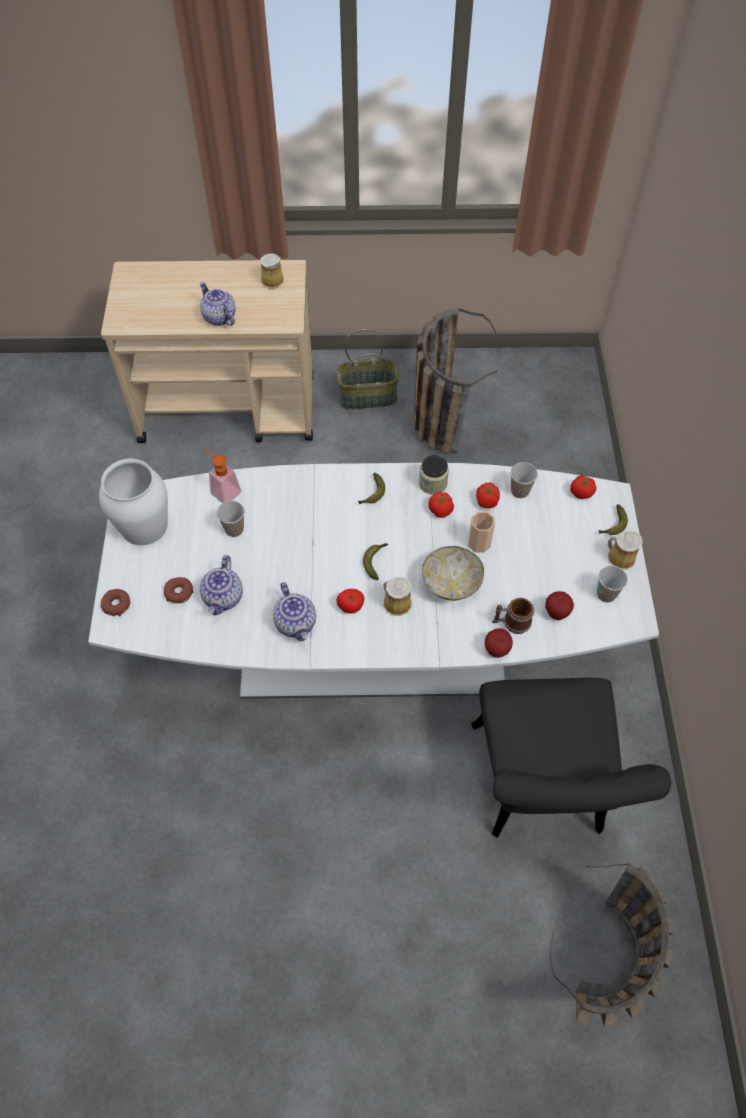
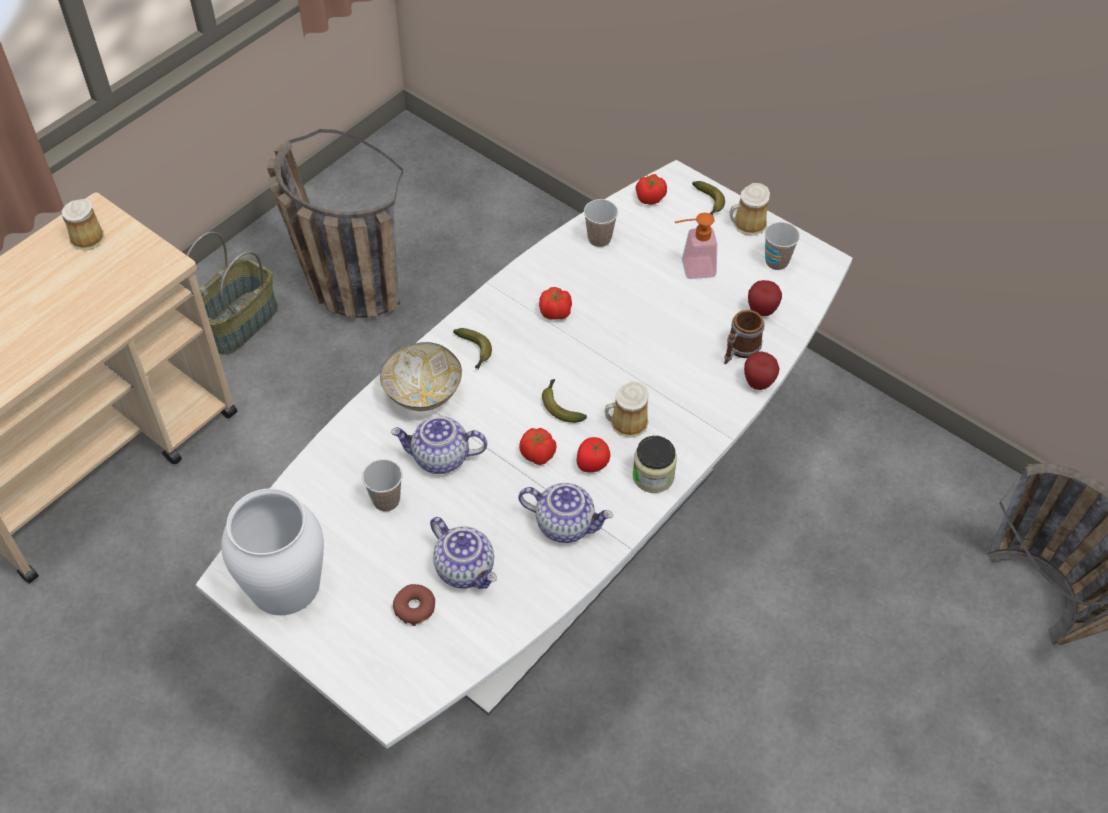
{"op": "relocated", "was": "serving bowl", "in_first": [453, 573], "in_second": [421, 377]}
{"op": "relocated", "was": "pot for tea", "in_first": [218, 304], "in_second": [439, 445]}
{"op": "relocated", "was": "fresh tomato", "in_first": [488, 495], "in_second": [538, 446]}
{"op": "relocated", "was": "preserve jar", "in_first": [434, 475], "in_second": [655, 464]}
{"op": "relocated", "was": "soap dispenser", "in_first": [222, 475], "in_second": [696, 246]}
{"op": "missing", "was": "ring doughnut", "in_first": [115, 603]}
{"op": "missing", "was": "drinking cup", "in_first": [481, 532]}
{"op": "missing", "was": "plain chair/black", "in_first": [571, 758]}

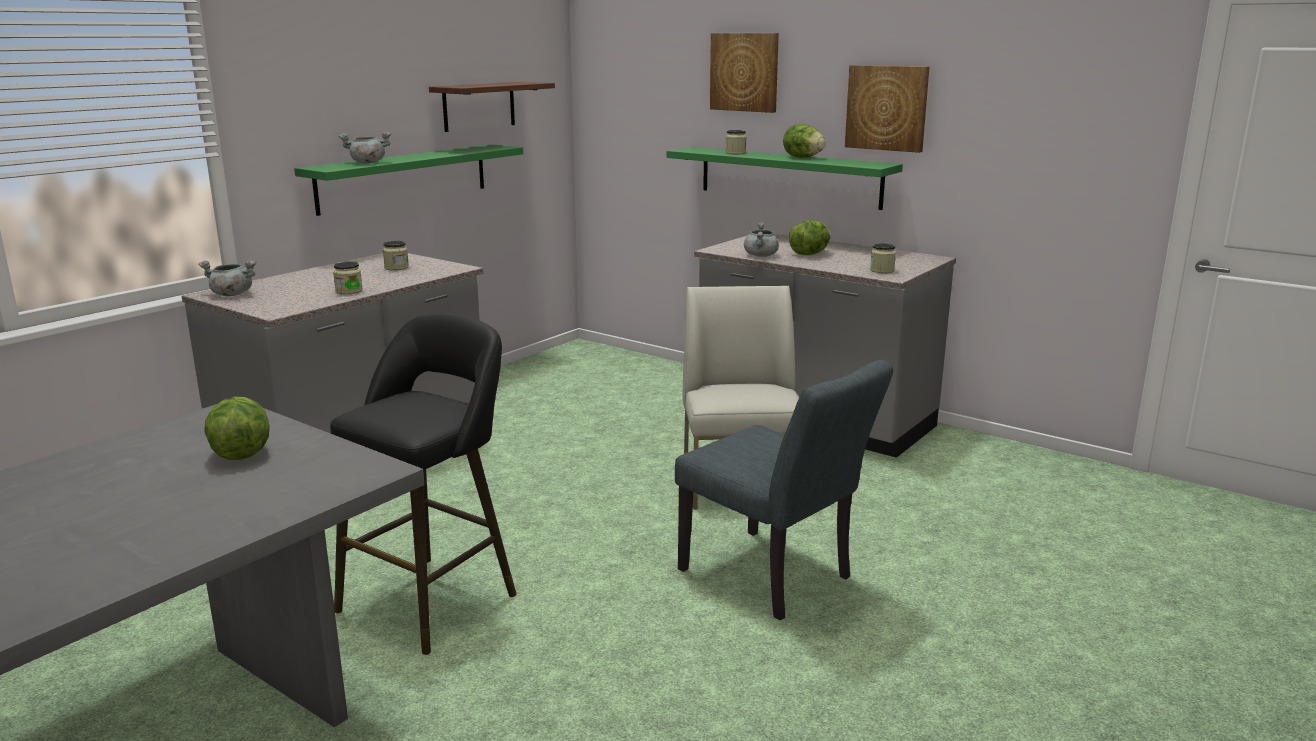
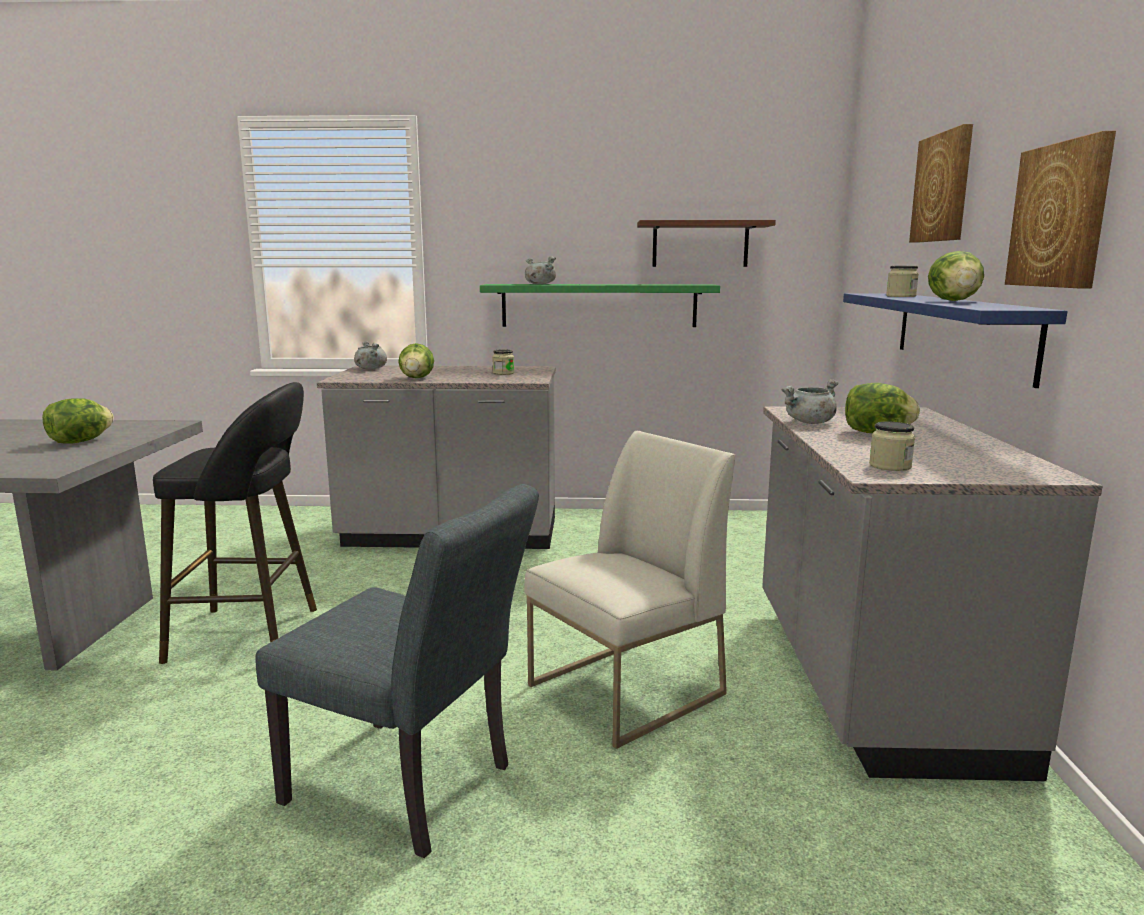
{"op": "spun", "was": "plain chair/grey", "in_first": [784, 490], "in_second": [397, 671], "clockwise": -75}
{"op": "exchanged", "was": "preserve jar", "now": "lettuce", "in_first": [348, 278], "in_second": [416, 360]}
{"op": "colour", "was": "shelf/greenish", "now": "shelf/blue", "in_first": [784, 178], "in_second": [955, 340]}

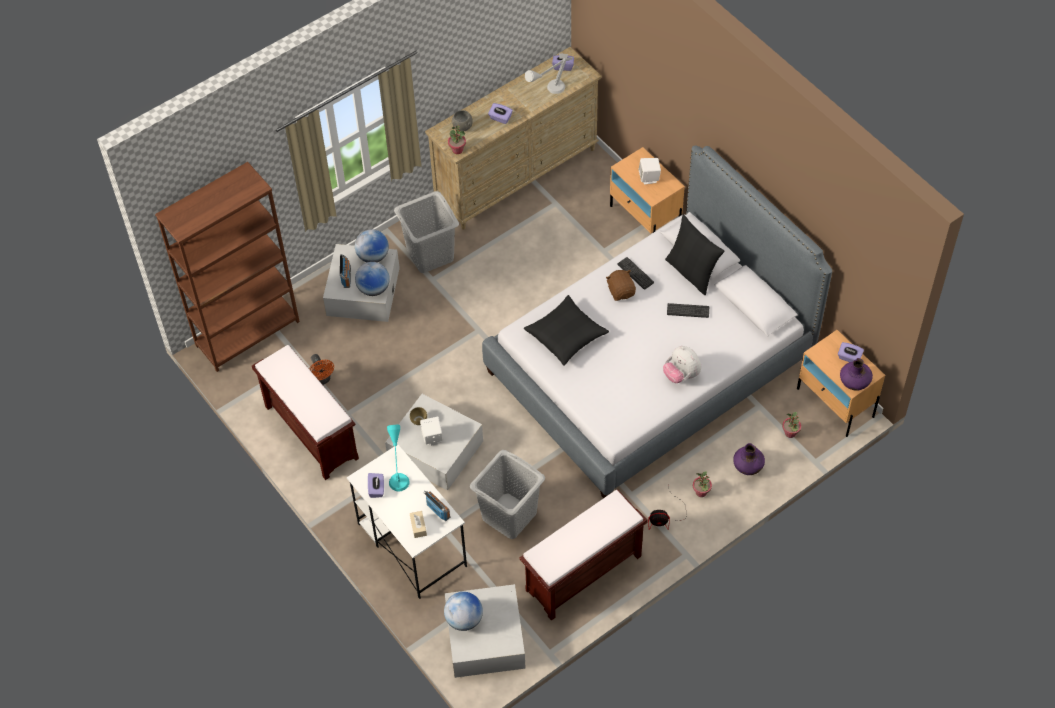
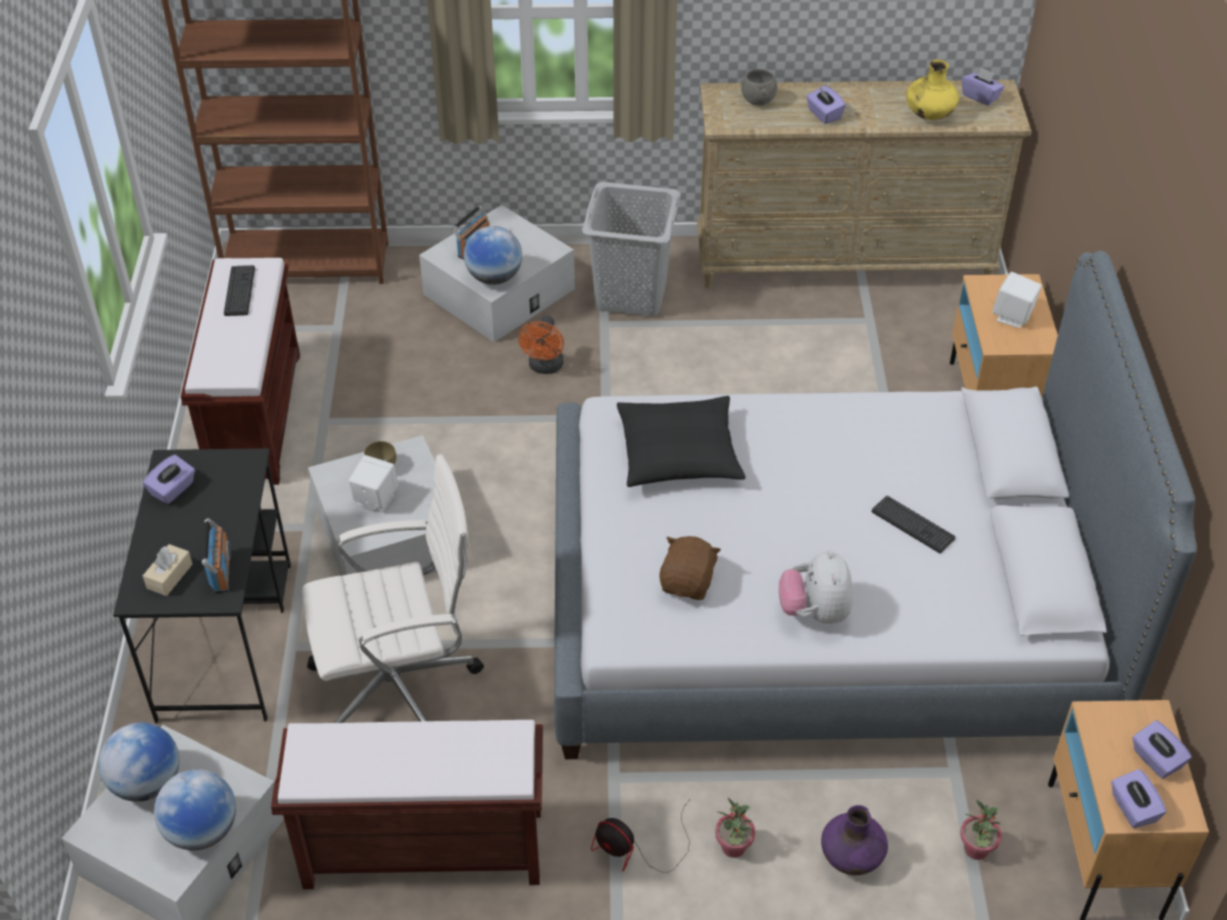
{"op": "colour", "was": "desk table/white-coloured", "now": "desk table/black", "in_first": [407, 521], "in_second": [202, 585]}
{"op": "relocated", "was": "desk globe", "in_first": [372, 246], "in_second": [195, 809]}
{"op": "relocated", "was": "PC keyboard", "in_first": [635, 273], "in_second": [239, 290]}
{"op": "exchanged", "was": "washing basket/grey", "now": "desk chair/white-coloured", "in_first": [507, 494], "in_second": [393, 588]}
{"op": "relocated", "was": "cooling fan/orange-coloured", "in_first": [321, 369], "in_second": [541, 345]}
{"op": "relocated", "was": "plush toy/brown-coloured", "in_first": [621, 285], "in_second": [690, 568]}
{"op": "exchanged", "was": "tabletop lamp/grey", "now": "flower vase/yellowish", "in_first": [549, 75], "in_second": [932, 89]}
{"op": "exchanged", "was": "flower vase/purple", "now": "tissue holder/purple", "in_first": [856, 374], "in_second": [1139, 798]}
{"op": "missing", "was": "tabletop lamp/turquoise-coloured", "in_first": [398, 457]}
{"op": "missing", "was": "plant in a pot", "in_first": [457, 139]}
{"op": "missing", "was": "pillow/black", "in_first": [694, 255]}

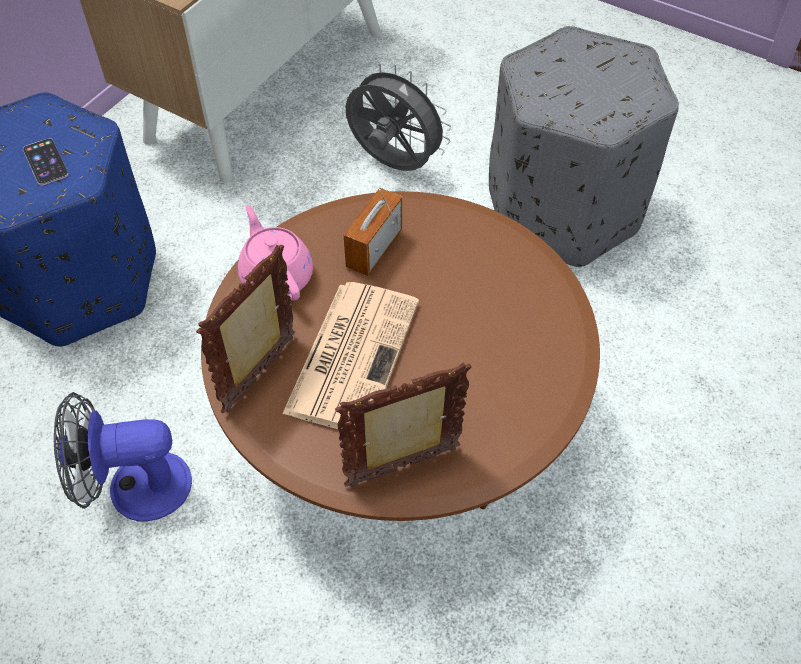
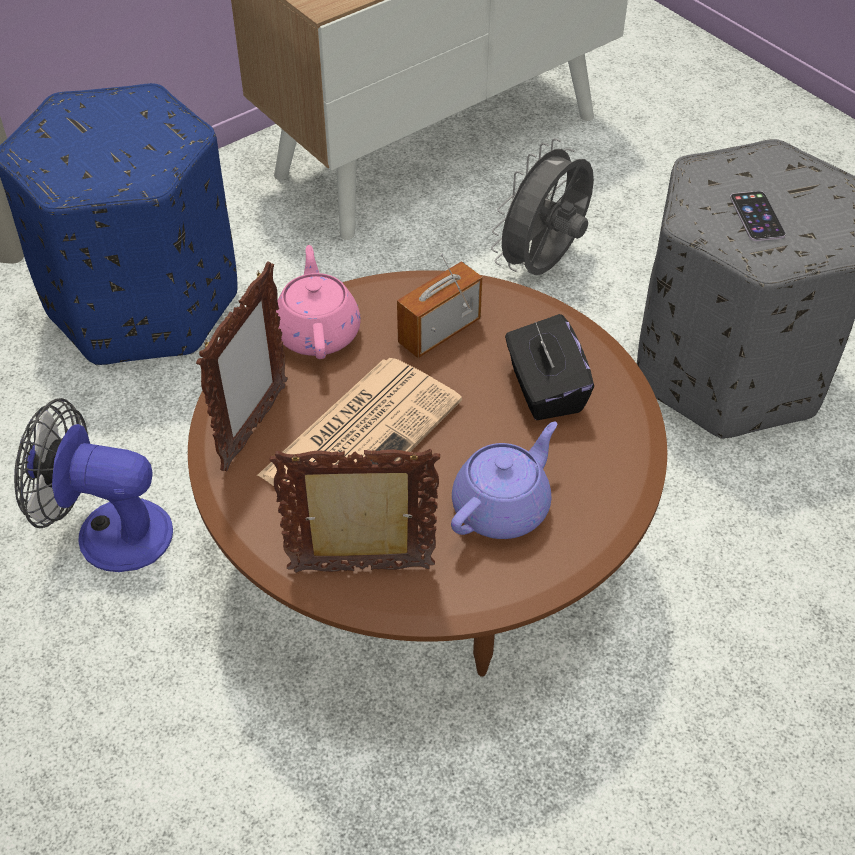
{"op": "spun", "was": "photo frame", "in_first": [245, 329], "in_second": [242, 366], "clockwise": 150}
{"op": "appeared", "now": "pot for tea/purple", "in_second": [504, 480]}
{"op": "spun", "was": "cooling fan/grey", "in_first": [398, 117], "in_second": [542, 206], "clockwise": -105}
{"op": "appeared", "now": "tissue holder/black", "in_second": [549, 367]}
{"op": "relocated", "was": "phone", "in_first": [46, 161], "in_second": [758, 216]}

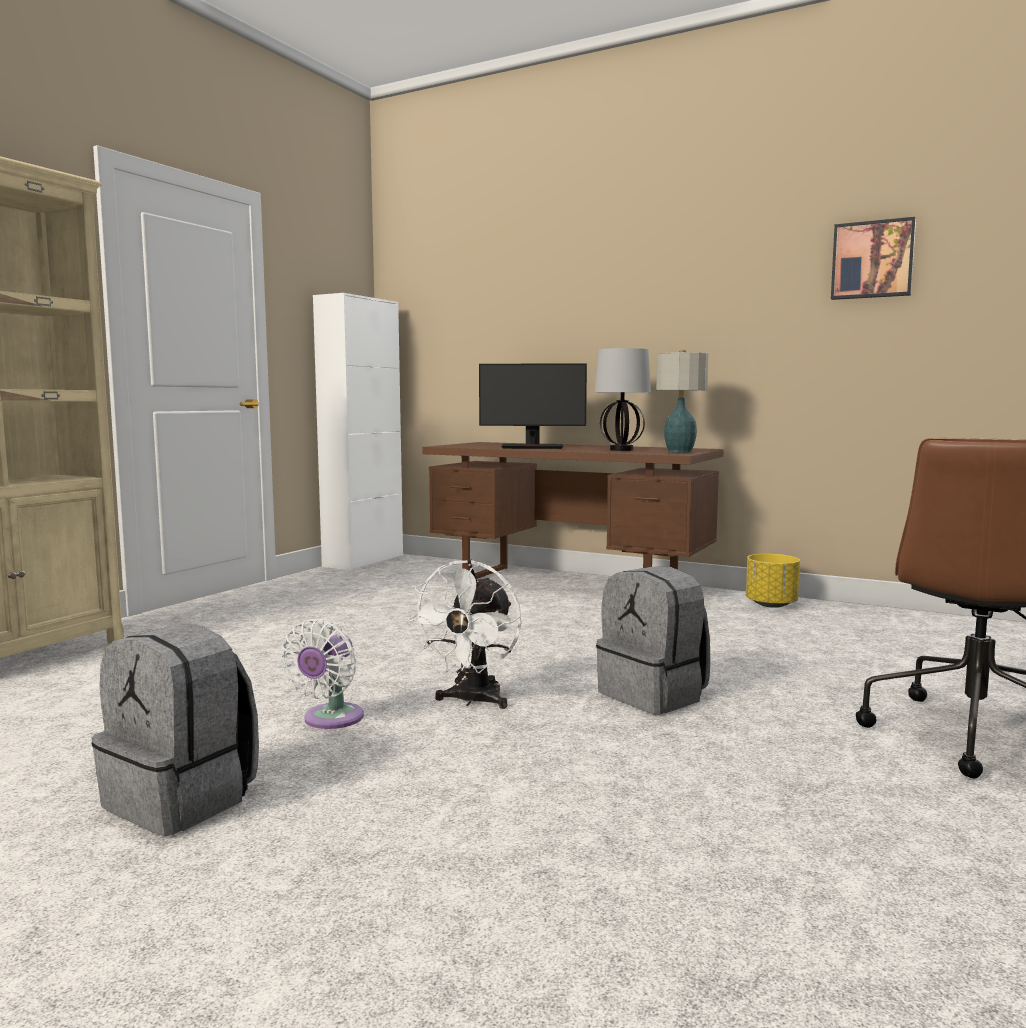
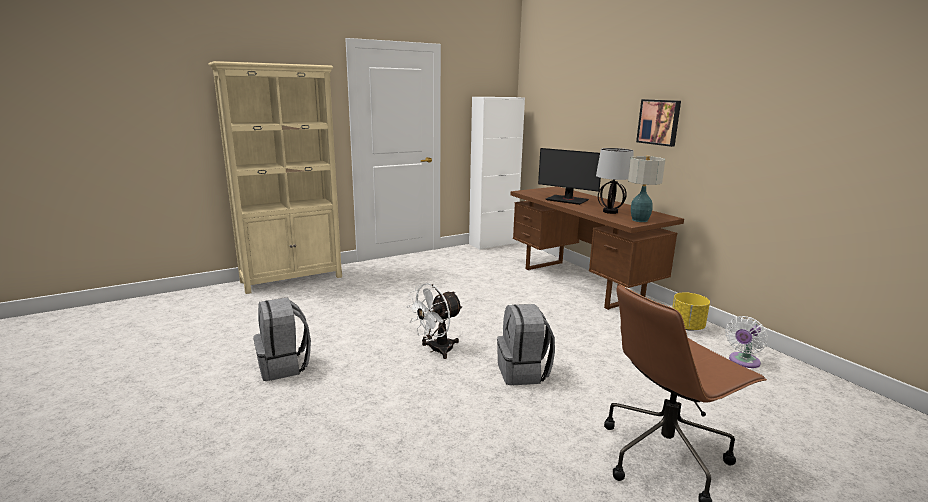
{"op": "relocated", "was": "picture", "in_first": [873, 258], "in_second": [658, 123]}
{"op": "relocated", "was": "cooling fan/white-coloured", "in_first": [322, 674], "in_second": [746, 342]}

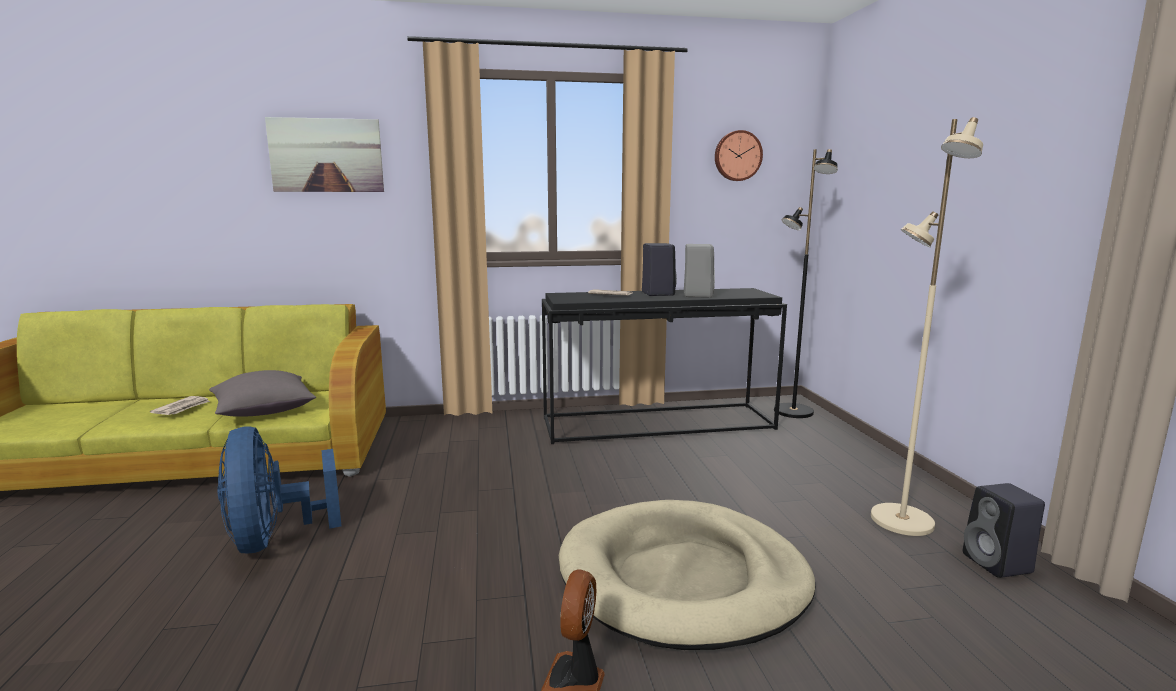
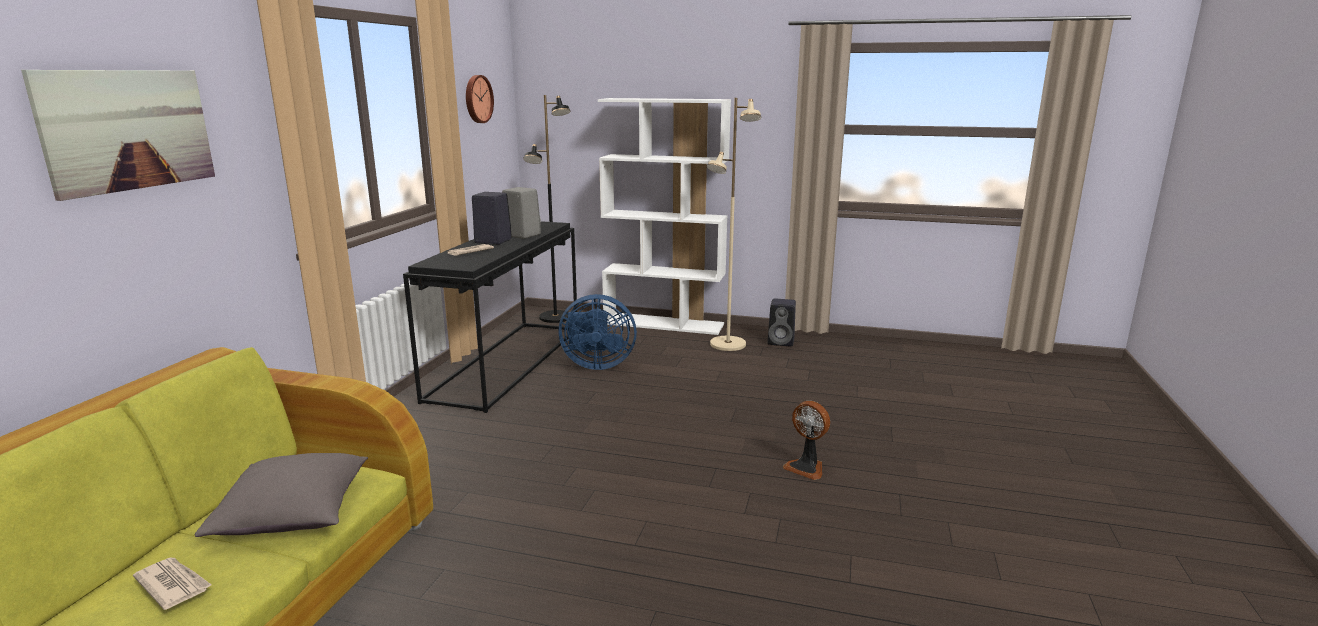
{"op": "relocated", "was": "cooling fan/blue", "in_first": [279, 489], "in_second": [597, 332]}
{"op": "appeared", "now": "bookcase/white-coloured", "in_second": [664, 216]}
{"op": "missing", "was": "pet bed/beige-coloured", "in_first": [687, 575]}

